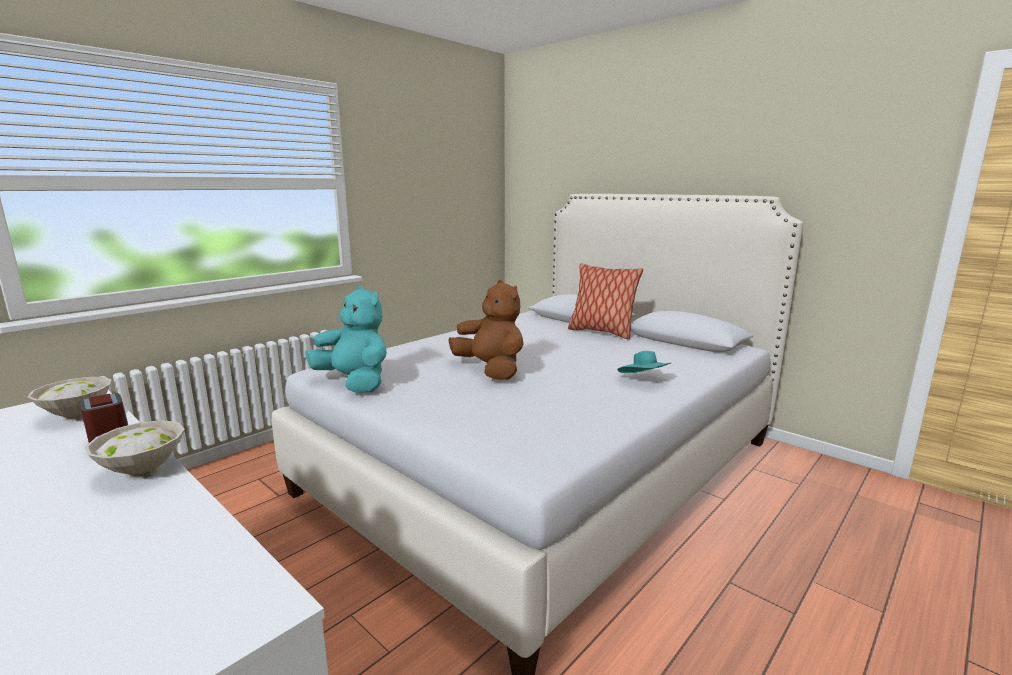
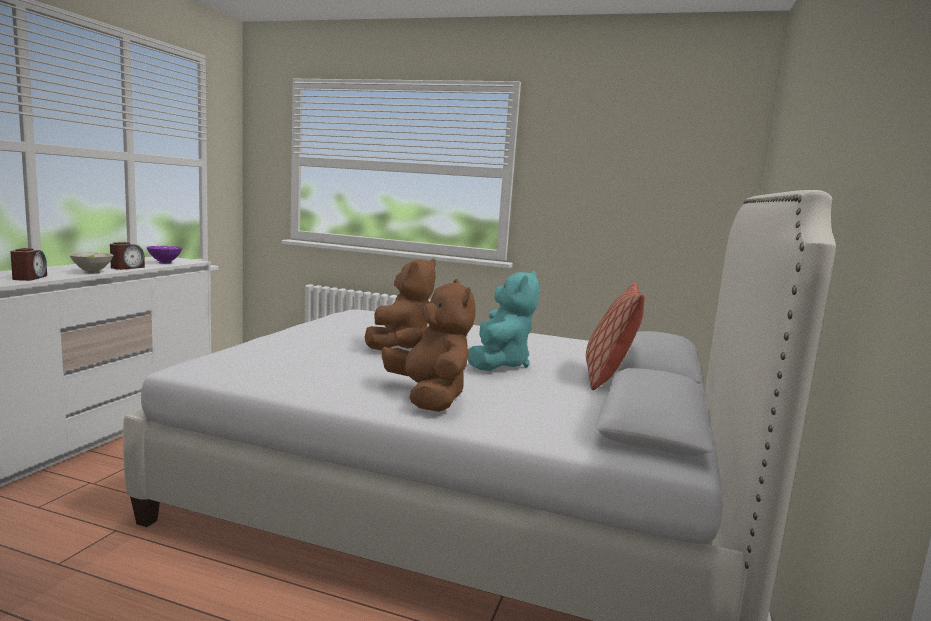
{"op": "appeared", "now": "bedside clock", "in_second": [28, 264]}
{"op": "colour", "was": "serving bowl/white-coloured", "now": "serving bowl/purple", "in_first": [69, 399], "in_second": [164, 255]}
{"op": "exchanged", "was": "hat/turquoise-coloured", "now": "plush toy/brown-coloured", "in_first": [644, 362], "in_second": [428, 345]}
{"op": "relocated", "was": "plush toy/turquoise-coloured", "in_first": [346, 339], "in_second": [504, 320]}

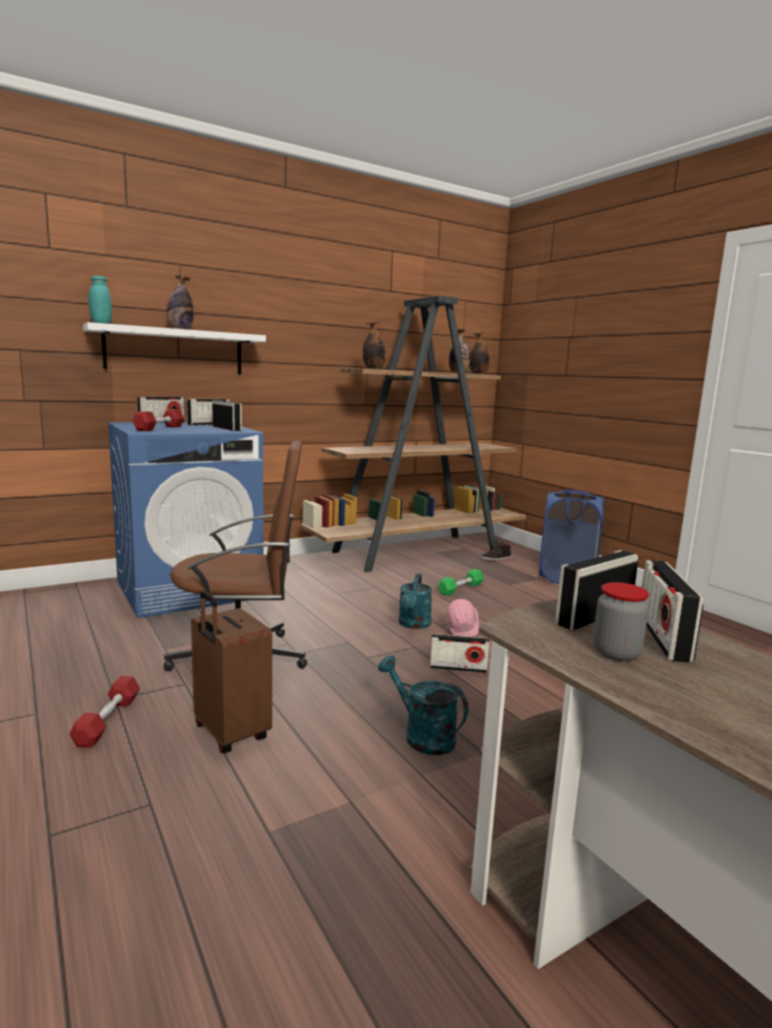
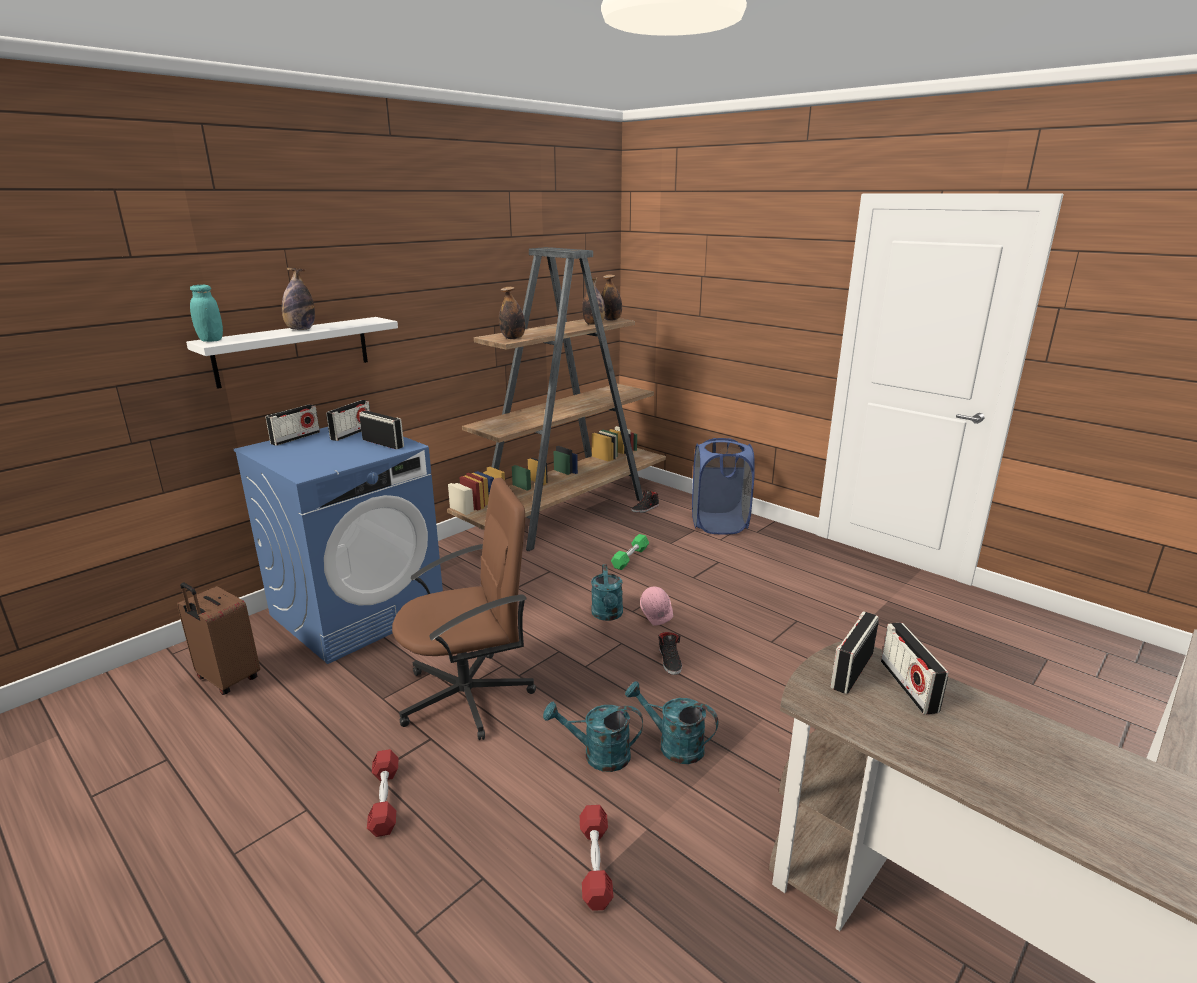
{"op": "relocated", "was": "travel case/brown-coloured", "in_first": [231, 672], "in_second": [218, 639]}
{"op": "appeared", "now": "watering pot/turquoise-coloured", "in_second": [593, 737]}
{"op": "relocated", "was": "free weight/red-coloured", "in_first": [158, 420], "in_second": [596, 858]}
{"op": "exchanged", "was": "radio set", "now": "low shoe/black", "in_first": [460, 653], "in_second": [670, 653]}
{"op": "missing", "was": "preserve jar", "in_first": [621, 621]}

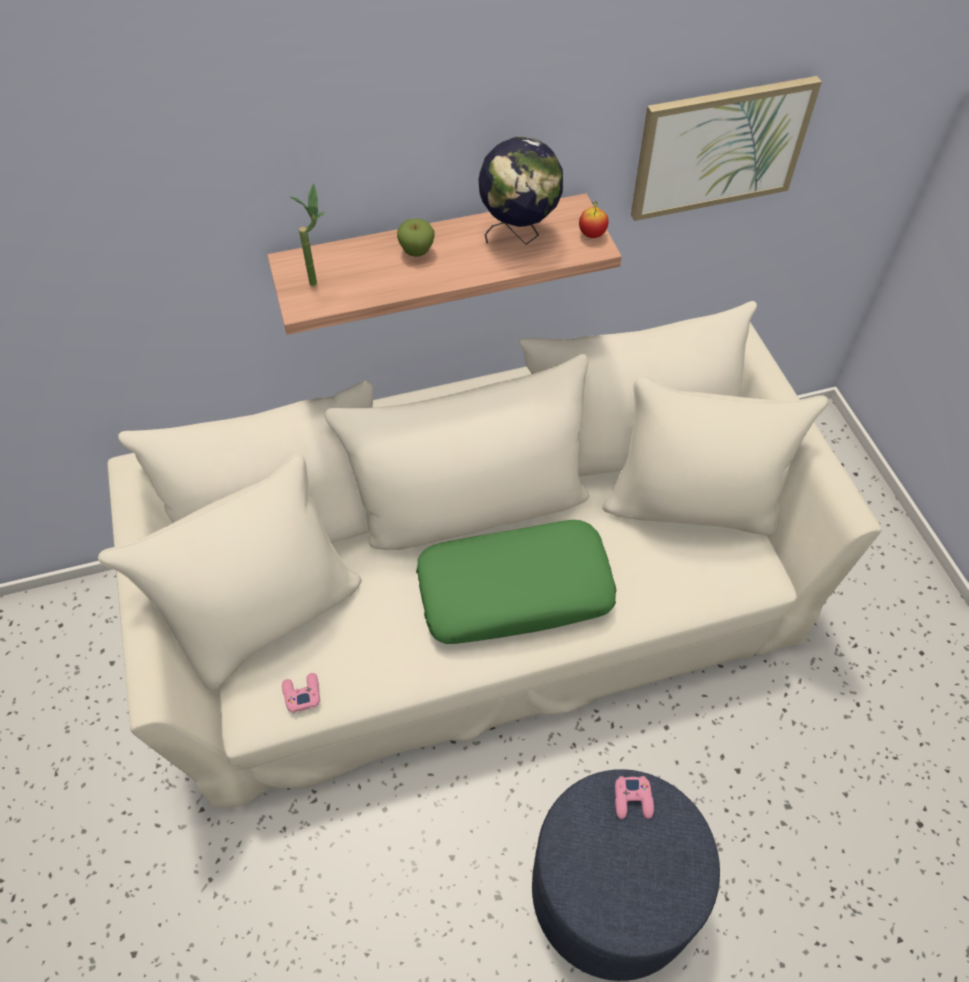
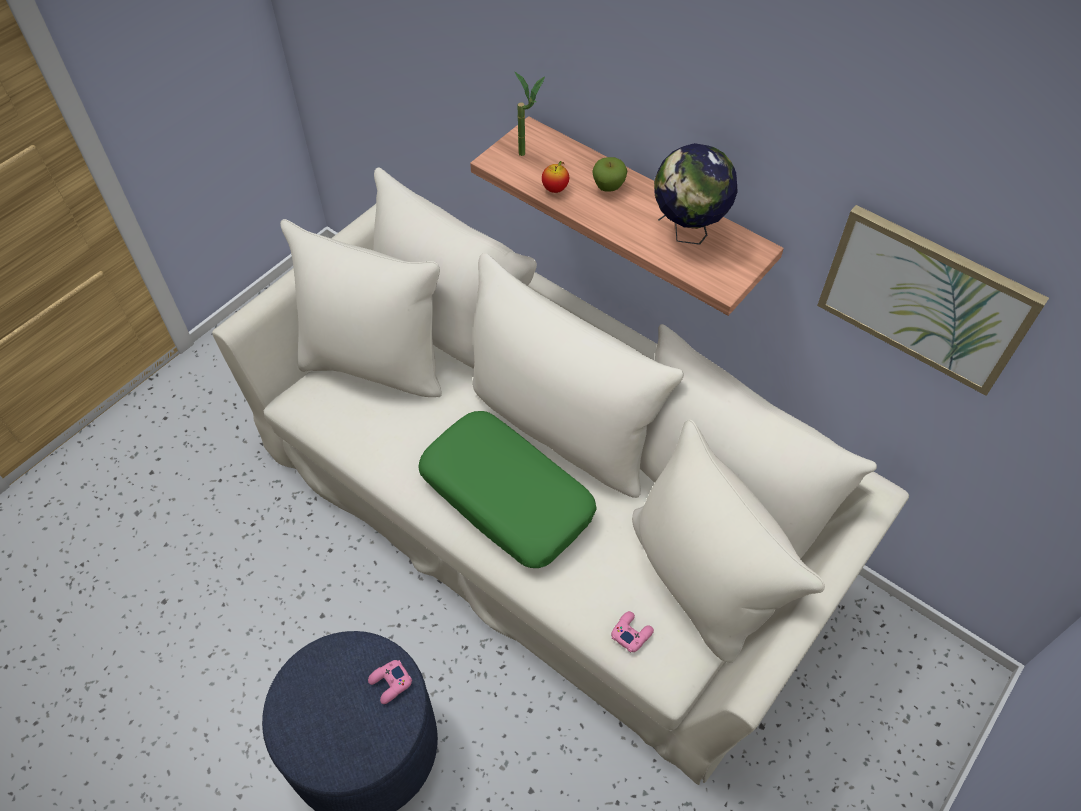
{"op": "relocated", "was": "whole apple", "in_first": [593, 220], "in_second": [555, 177]}
{"op": "relocated", "was": "game controller/pink-coloured", "in_first": [301, 693], "in_second": [632, 632]}

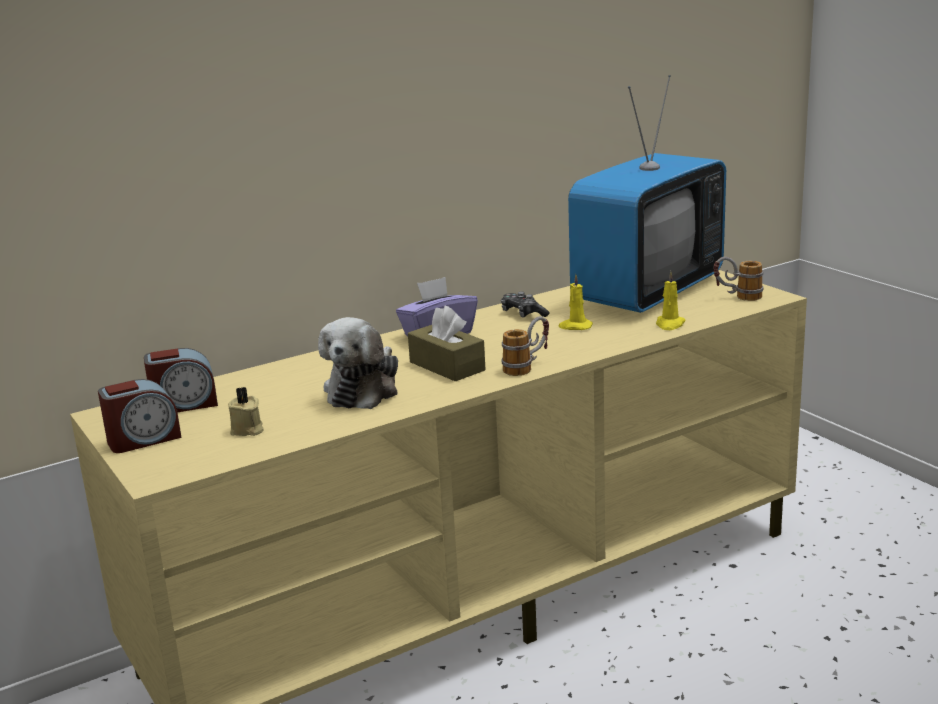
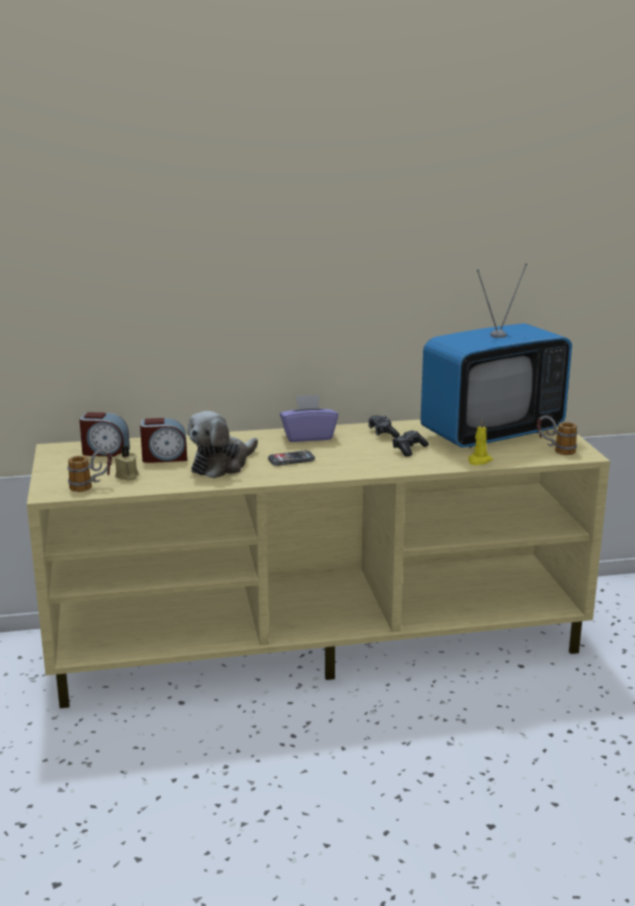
{"op": "relocated", "was": "tea mug", "in_first": [525, 346], "in_second": [89, 470]}
{"op": "relocated", "was": "bedside clock", "in_first": [140, 416], "in_second": [163, 440]}
{"op": "exchanged", "was": "tissue holder/brown-coloured", "now": "phone", "in_first": [447, 344], "in_second": [291, 458]}
{"op": "exchanged", "was": "wax light/yellowish", "now": "game controller", "in_first": [575, 302], "in_second": [410, 444]}

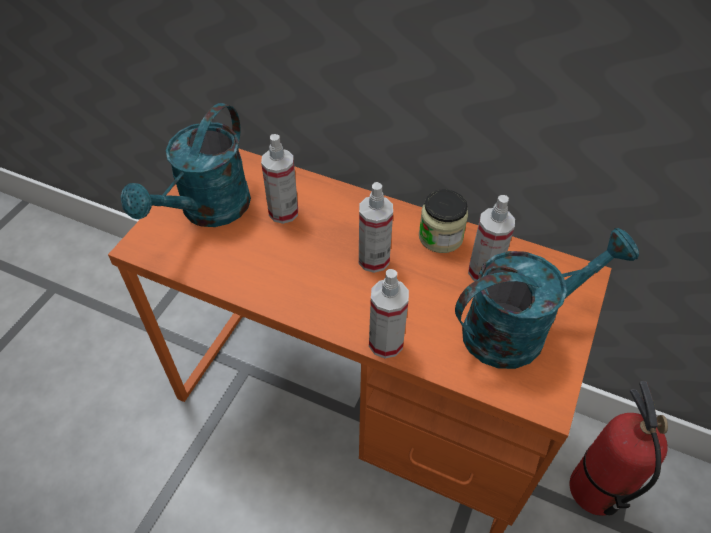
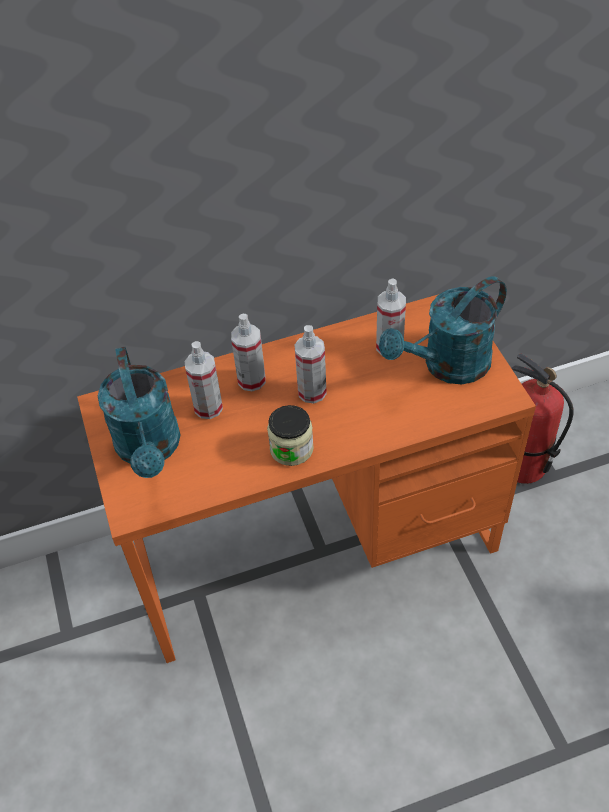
{"op": "relocated", "was": "hand sprayer", "in_first": [389, 313], "in_second": [248, 352]}
{"op": "relocated", "was": "preserve jar", "in_first": [443, 221], "in_second": [290, 435]}
{"op": "spun", "was": "watering pot/turquoise-coloured", "in_first": [547, 298], "in_second": [443, 330], "clockwise": -150}

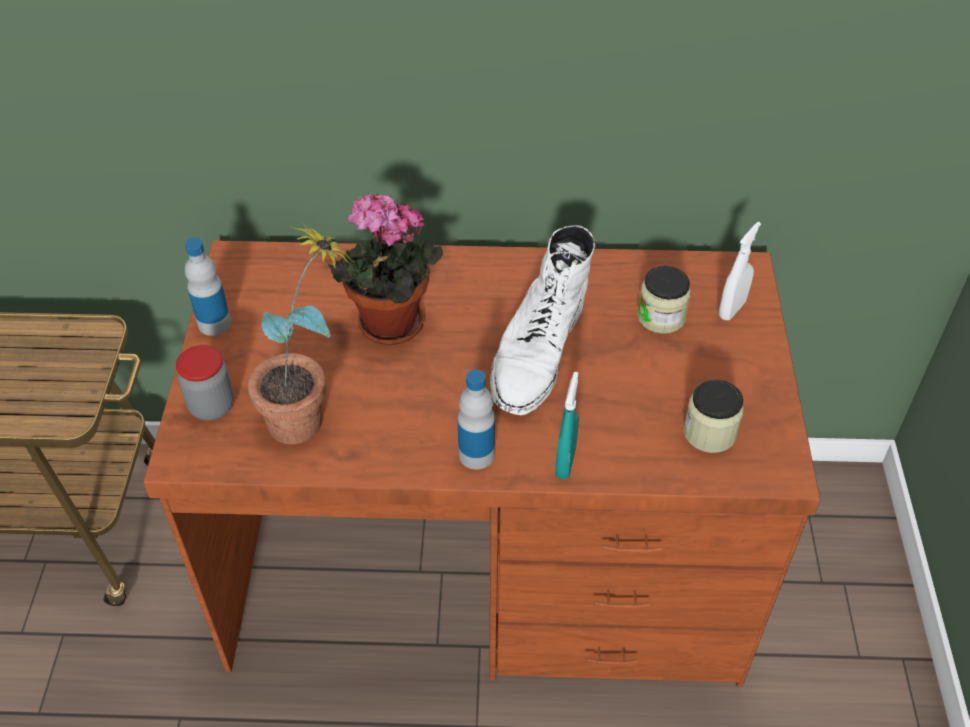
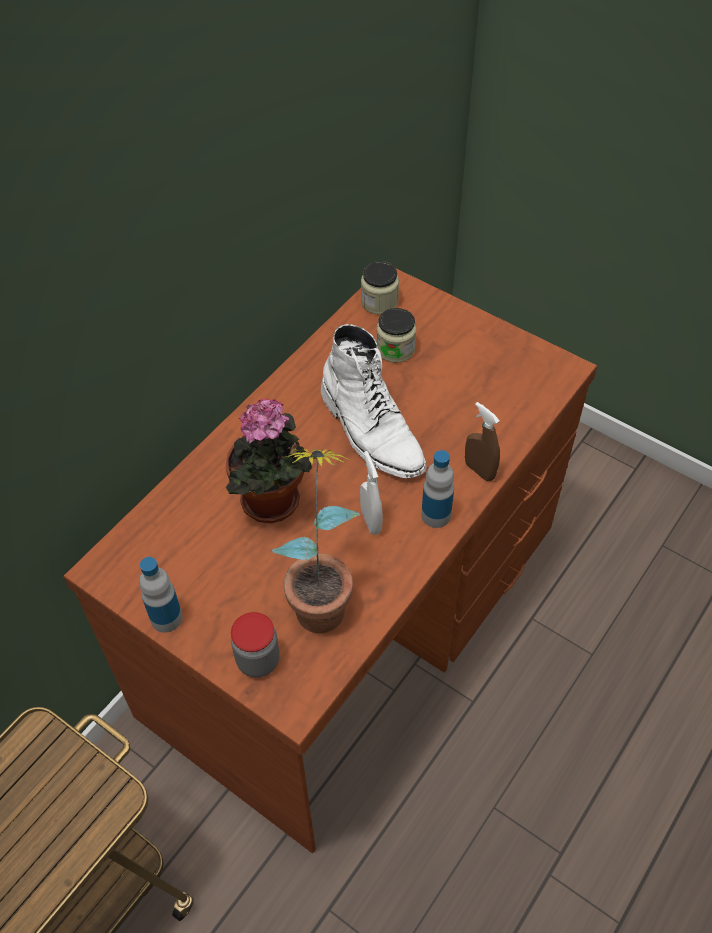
{"op": "relocated", "was": "hand sprayer/white-coloured", "in_first": [740, 271], "in_second": [371, 493]}
{"op": "relocated", "was": "preserve jar", "in_first": [713, 416], "in_second": [380, 288]}
{"op": "colour", "was": "hand sprayer/turquoise-coloured", "now": "hand sprayer/brown-coloured", "in_first": [567, 425], "in_second": [482, 441]}

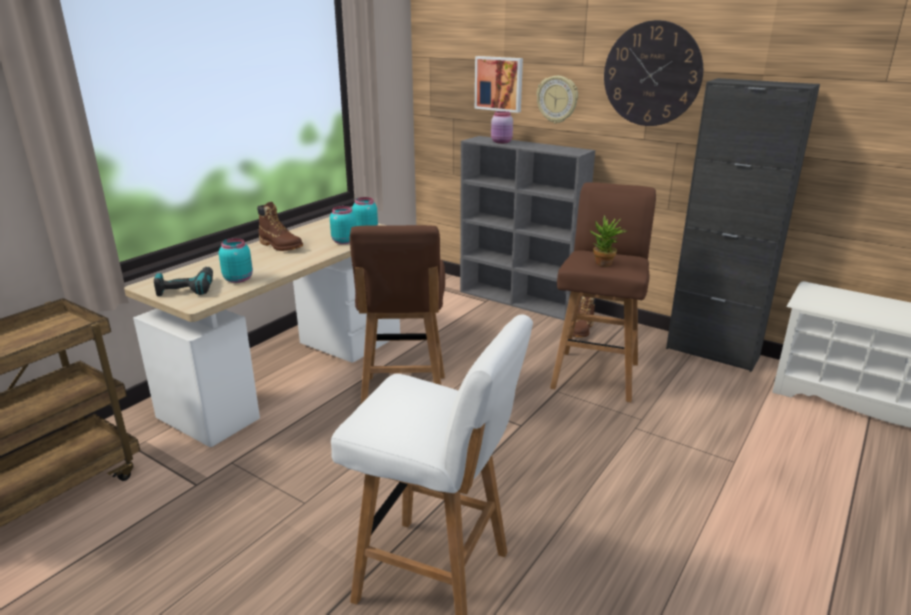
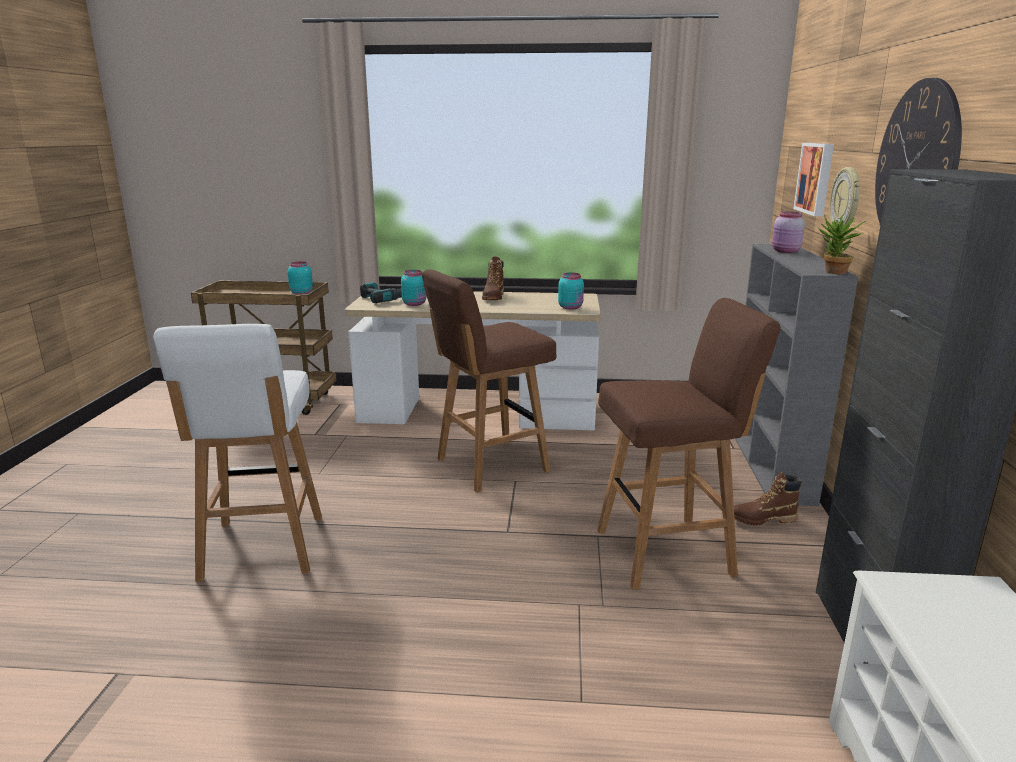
{"op": "relocated", "was": "preserve jar/turquoise-coloured", "in_first": [343, 225], "in_second": [300, 277]}
{"op": "relocated", "was": "plant in a pot", "in_first": [609, 240], "in_second": [842, 244]}

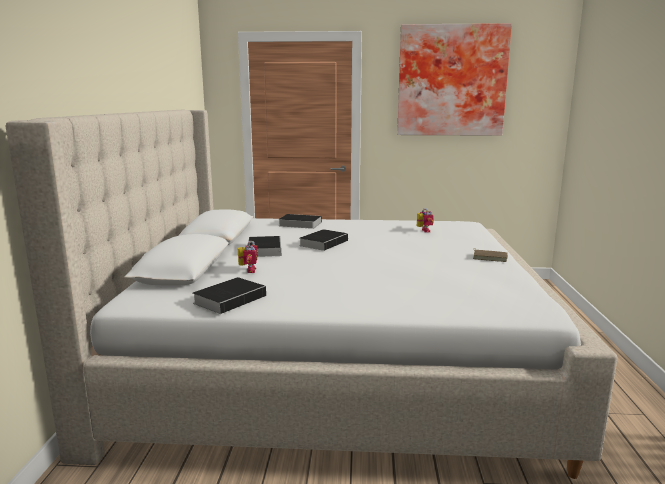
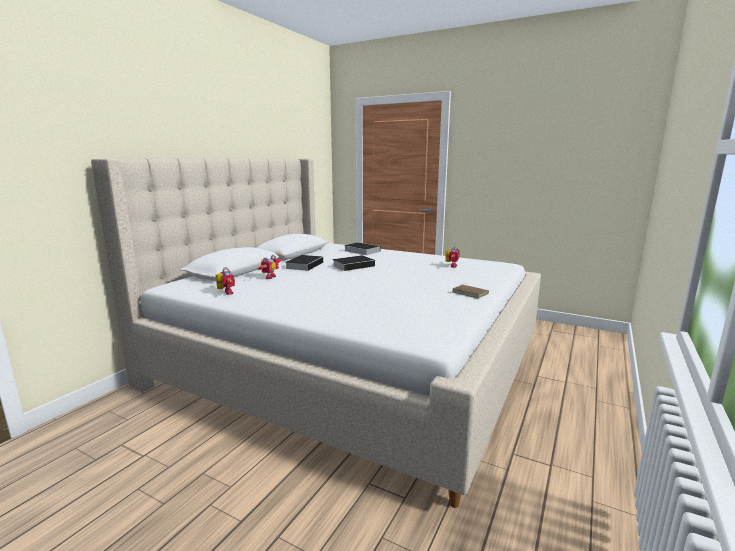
{"op": "exchanged", "was": "bound book", "now": "robot figure", "in_first": [232, 295], "in_second": [225, 281]}
{"op": "missing", "was": "picture", "in_first": [454, 79]}

